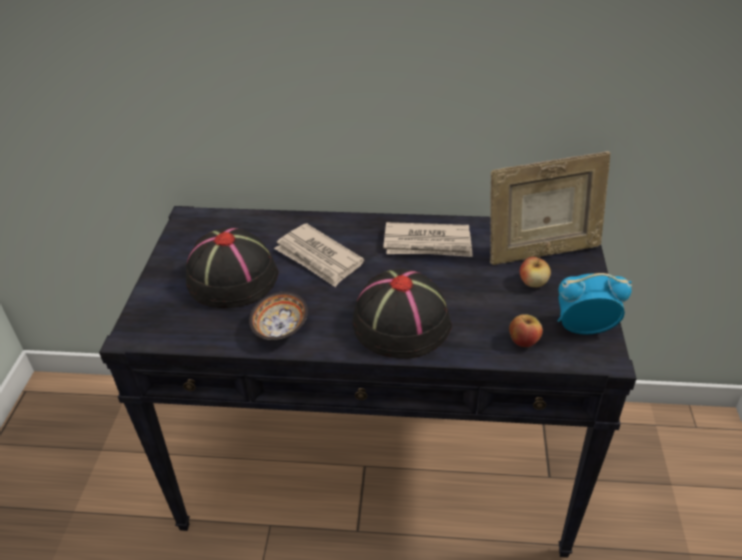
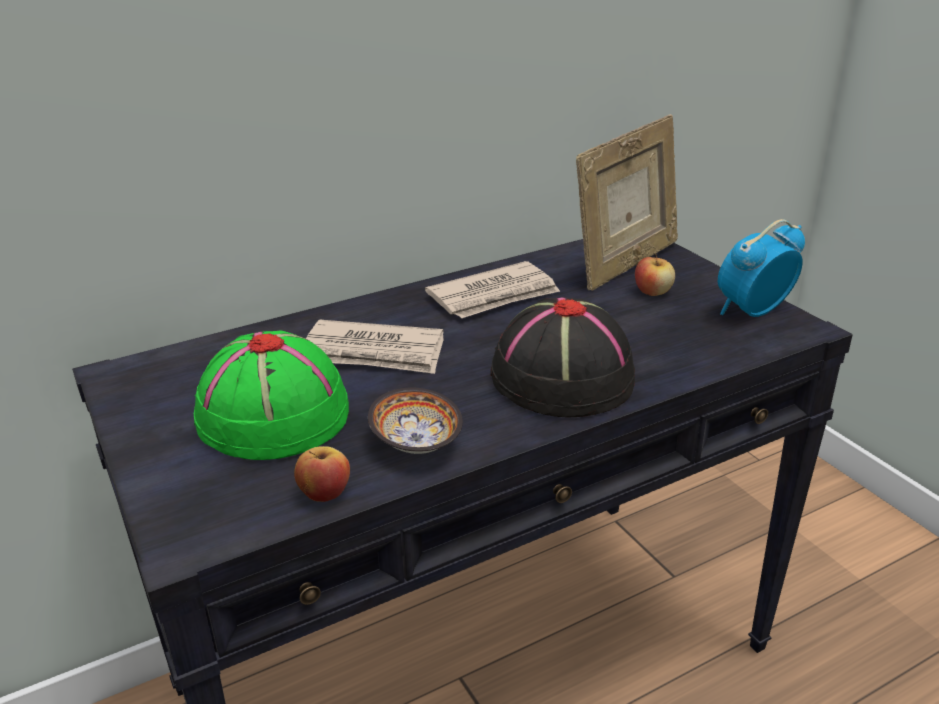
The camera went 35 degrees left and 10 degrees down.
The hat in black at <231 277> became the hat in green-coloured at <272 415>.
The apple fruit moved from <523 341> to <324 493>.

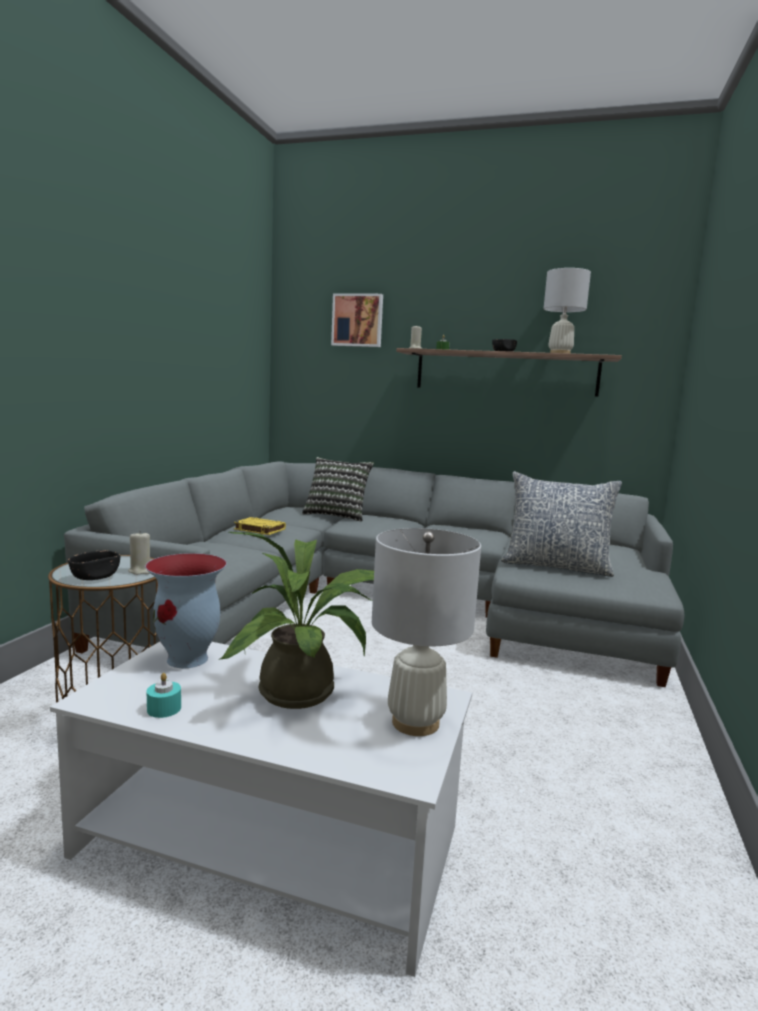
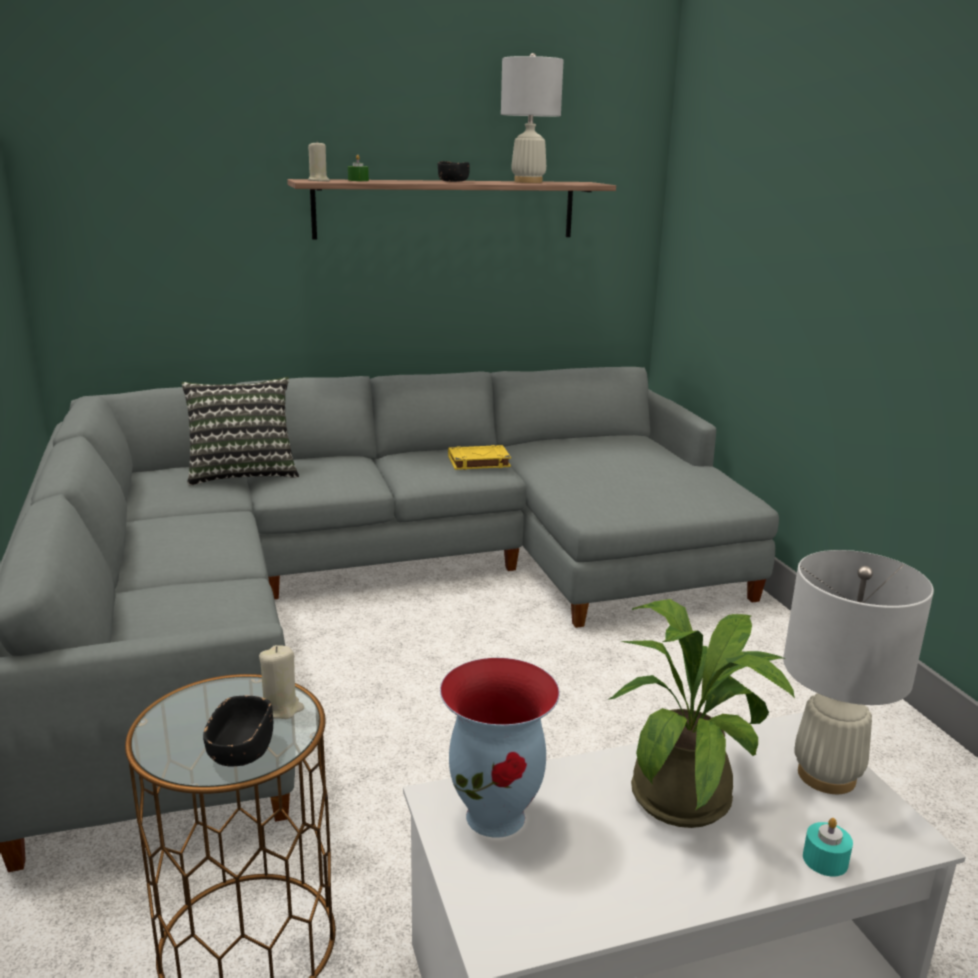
The camera went 35 degrees left and 10 degrees up.
The wall picture at <357 320> disappeared.
The cushion at <556 566> disappeared.
The bound book in yellow-coloured moved from <259 529> to <478 462>.
The wax light in turquoise-coloured moved from <164 708> to <825 860>.

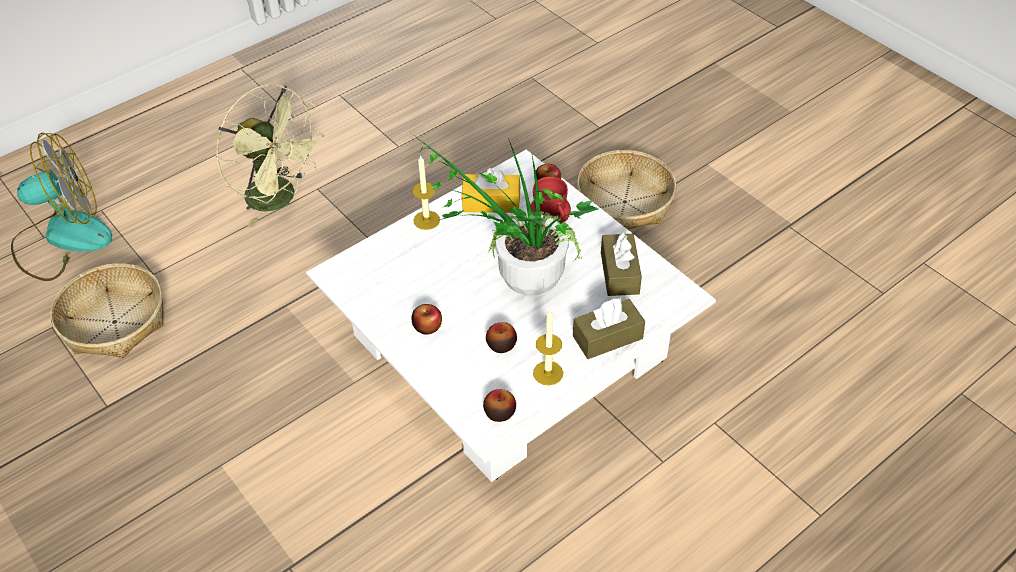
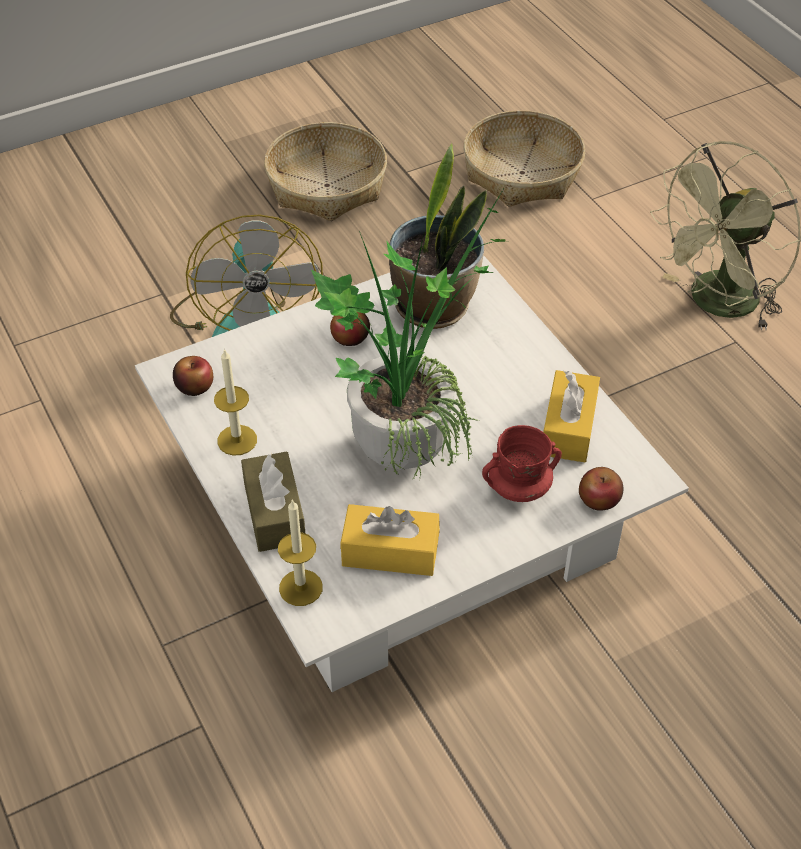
The camera went 100 degrees right and 0 degrees up.
The electric fan moved from <62 238> to <245 322>.
The basket moved from <624 202> to <326 185>.
The wax light moved from <426 220> to <300 587>.
The tissue box in brown at <619 273> became the tissue box in yellow-coloured at <390 552>.
The apple fruit at <501 345> disappeared.
The plant in a pot at <434 306> appeared.

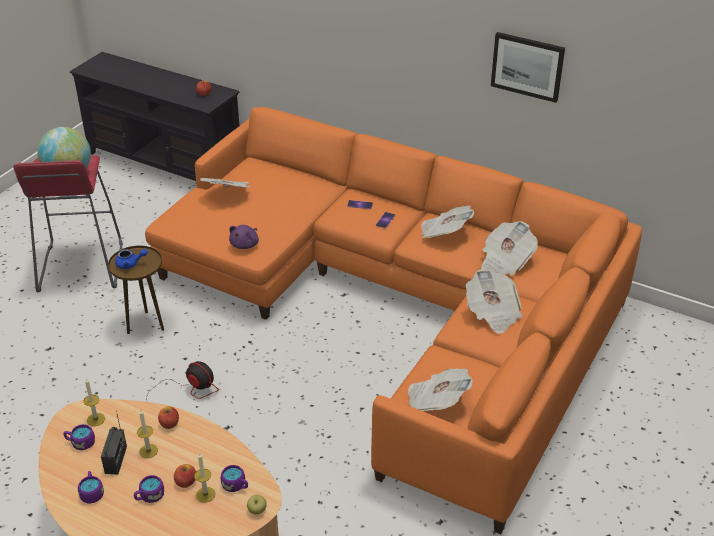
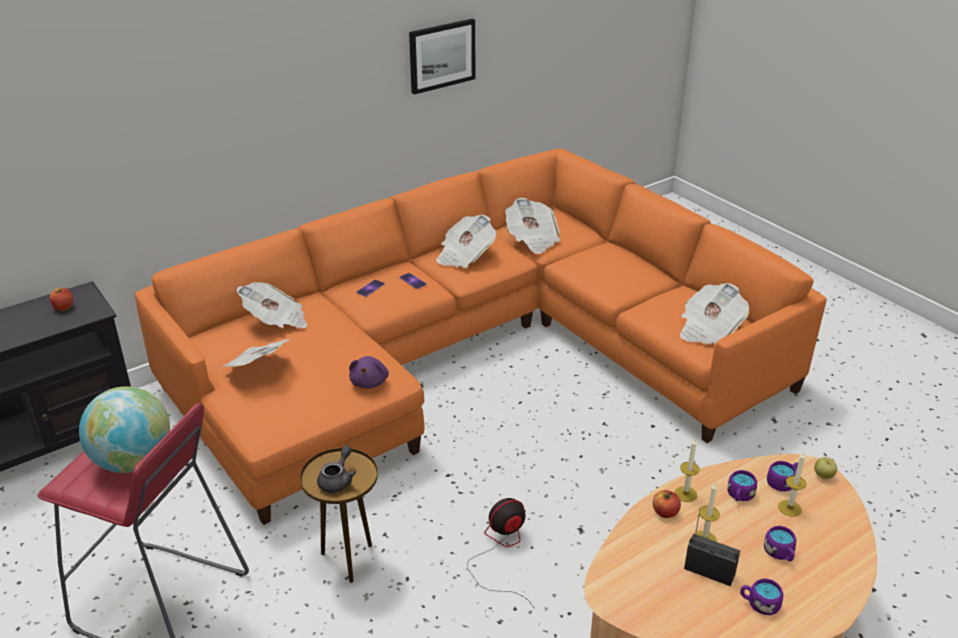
The camera went 65 degrees left and 5 degrees down.
The soft toy in purplish at <245 244> turned 45 degrees clockwise.
The tea pot in bluish at <130 264> became the tea pot in gray at <337 480>.
The newspaper moved from <492 313> to <276 321>.
The wax light moved from <96 419> to <685 494>.
The coffee mug in purplish moved from <80 443> to <739 496>.
The apple fruit at <186 482> disappeared.

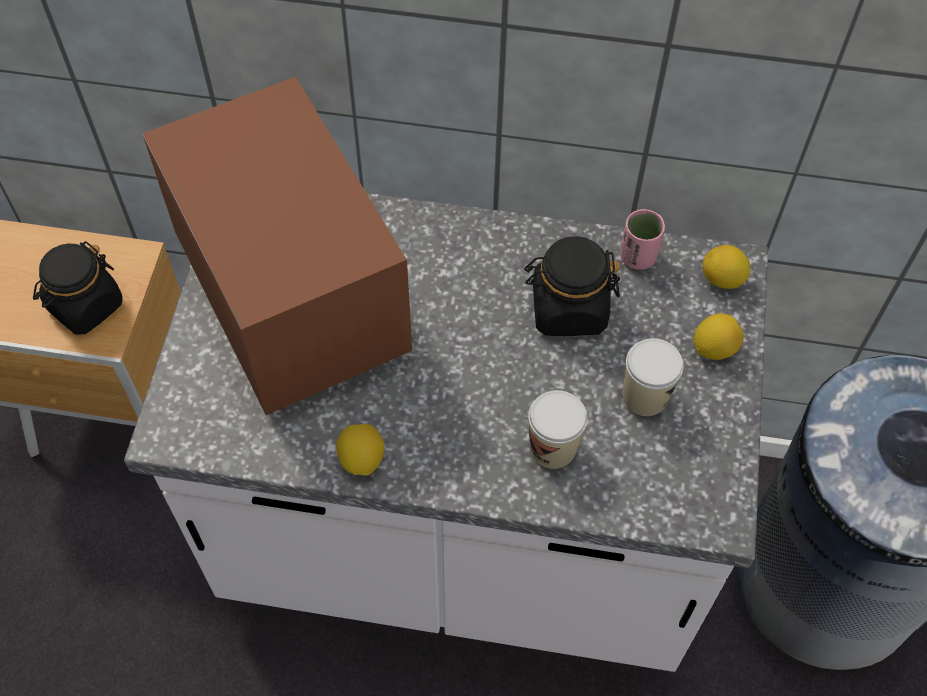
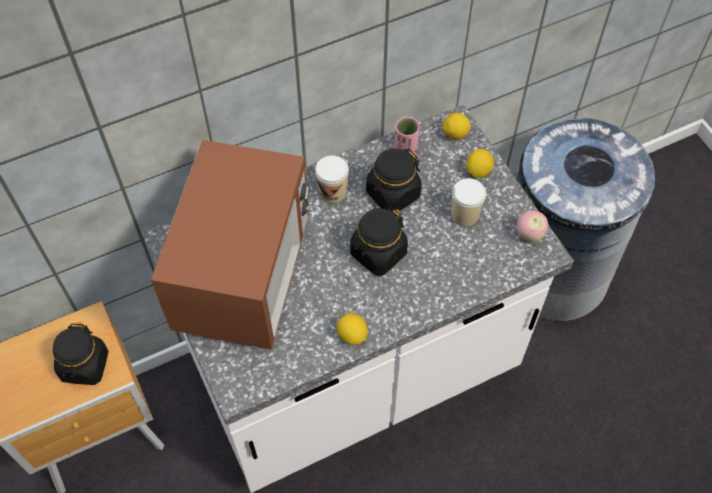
The camera went 35 degrees left and 0 degrees up.
The microwave at <294 298> turned 75 degrees clockwise.
The small cup moved from <553 448> to <332 192>.
The preserve jar in black at <378 253> appeared.
The apple fruit at <529 235> appeared.

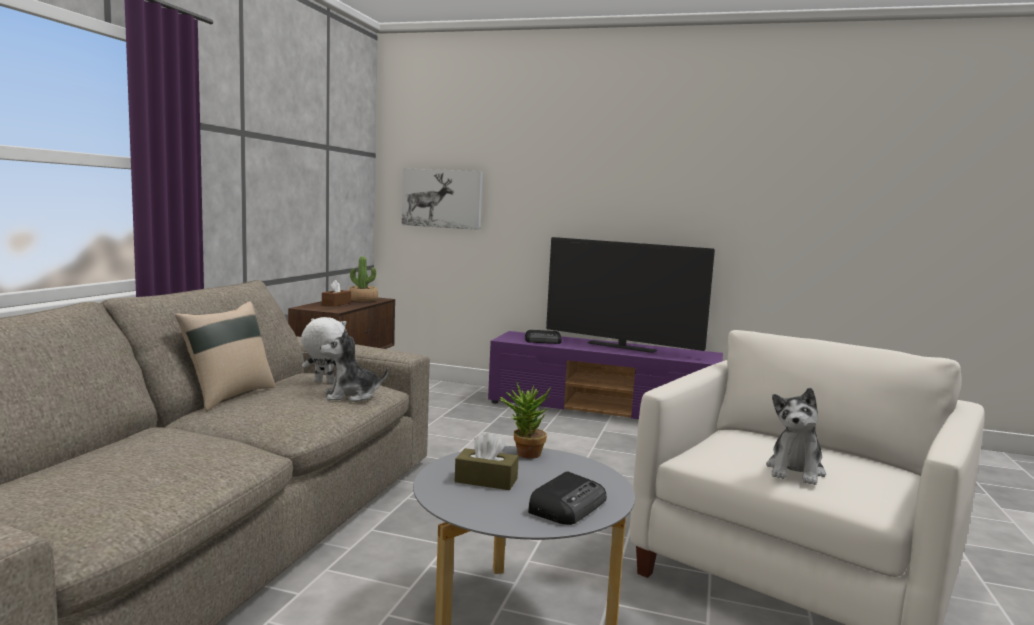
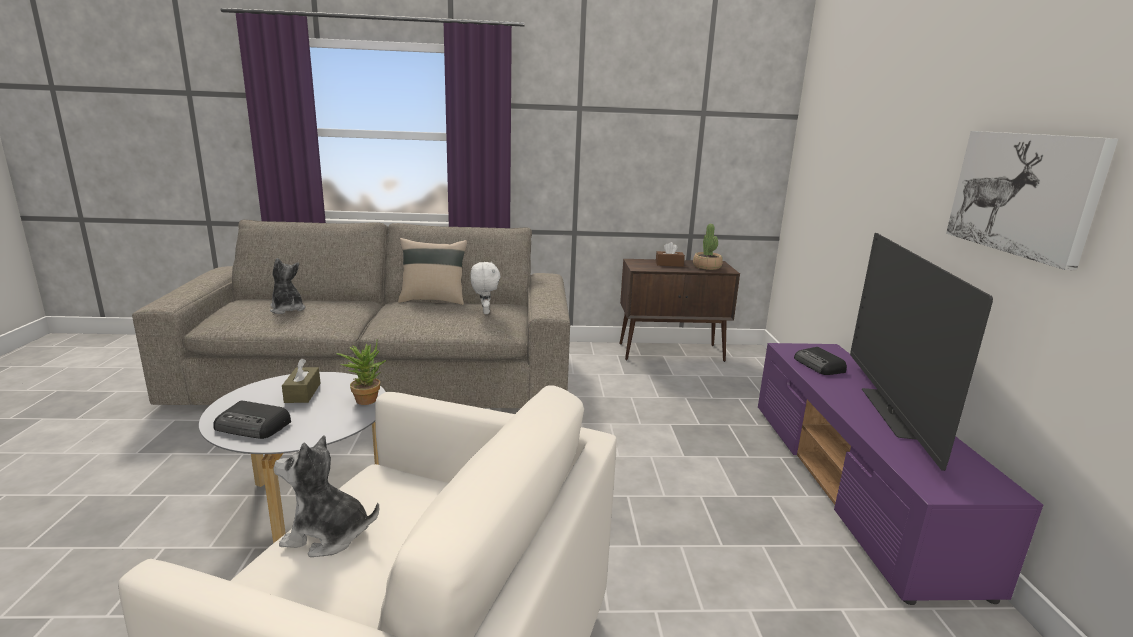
The camera went 70 degrees right and 10 degrees up.
The wall picture moved from <442 198> to <1024 193>.
The soft toy moved from <351 396> to <287 309>.

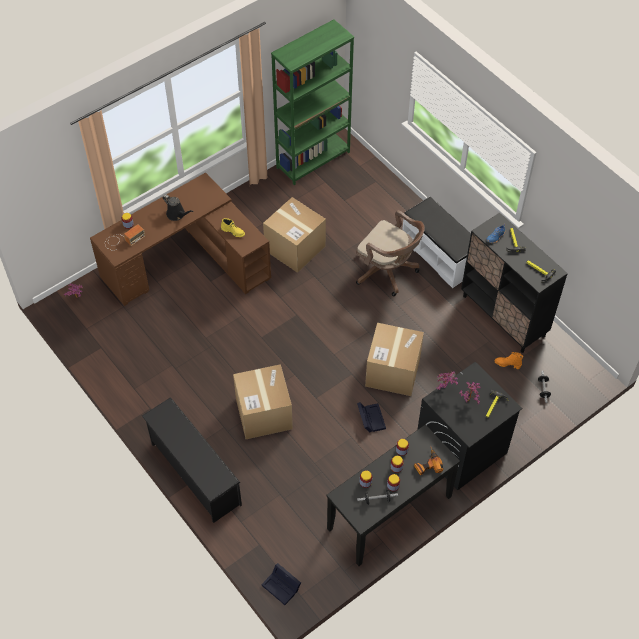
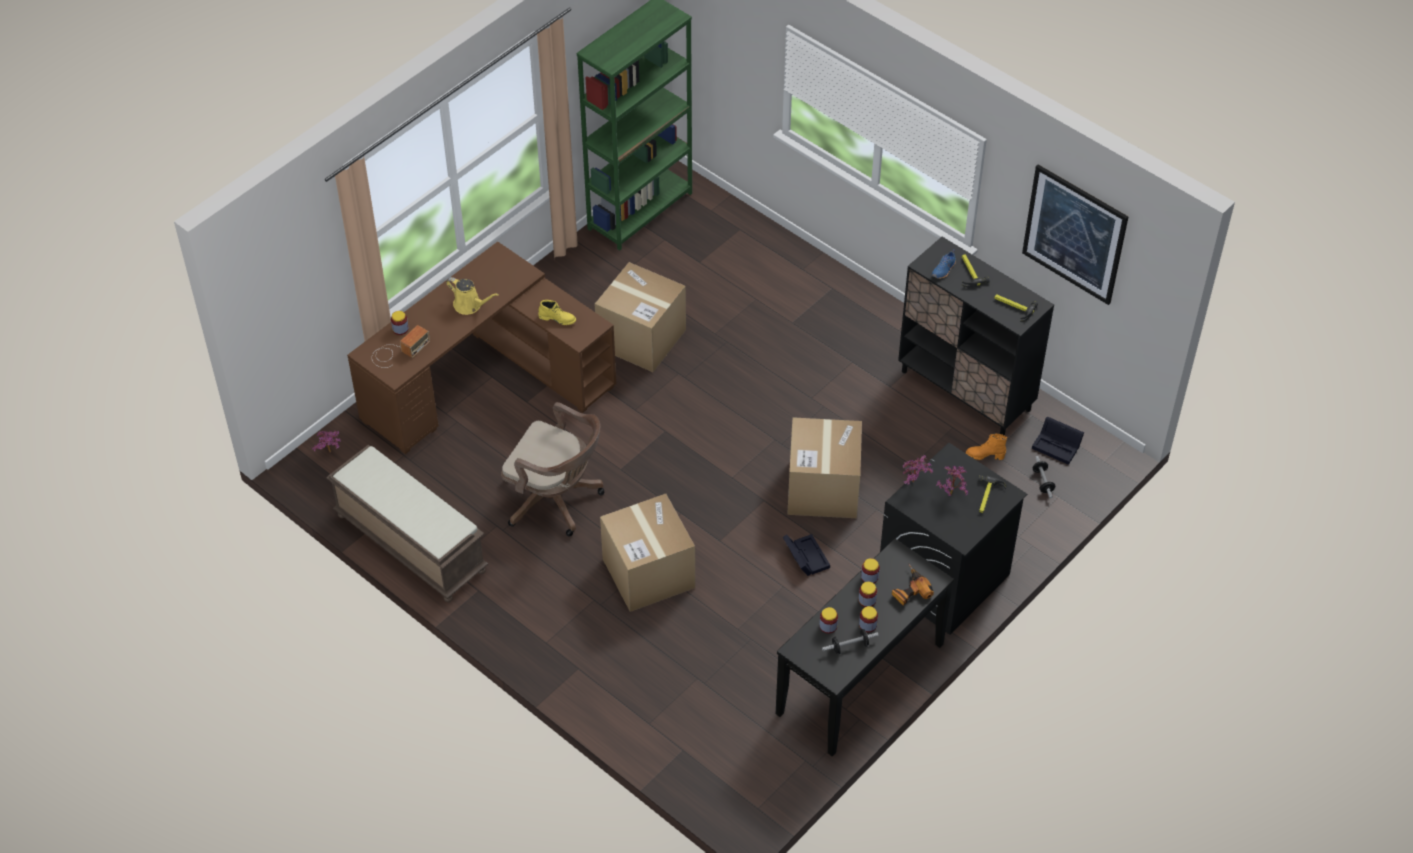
The camera went 10 degrees left and 5 degrees down.
The watering pot in black at <177 214> became the watering pot in yellow-coloured at <470 305>.
The bench in white-coloured at <439 254> disappeared.
The computer chair in brown moved from <388 272> to <556 500>.
The shoe rack in black at <194 474> disappeared.
The storage bin in black moved from <282 587> to <1058 446>.
The wall picture at <1074 234> appeared.
The bench in brown at <409 543> appeared.

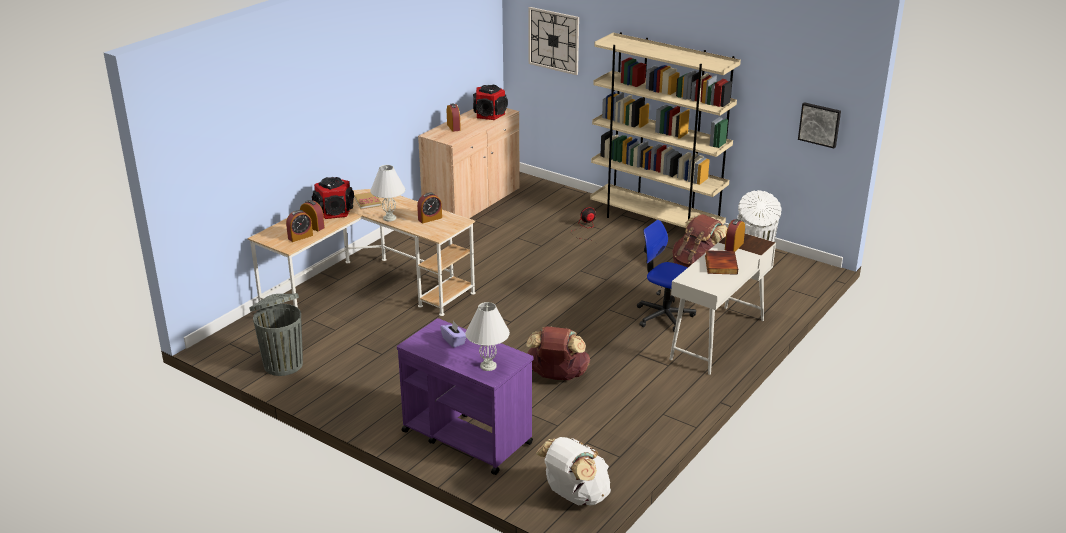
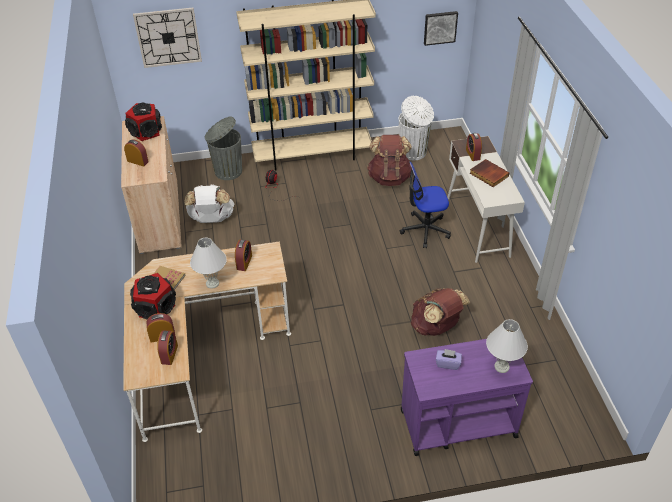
The camera went 45 degrees left and 15 degrees up.
The rubbish bin in gray moved from <283 364> to <227 171>.
The rucksack in white-coloured moved from <575 496> to <211 219>.

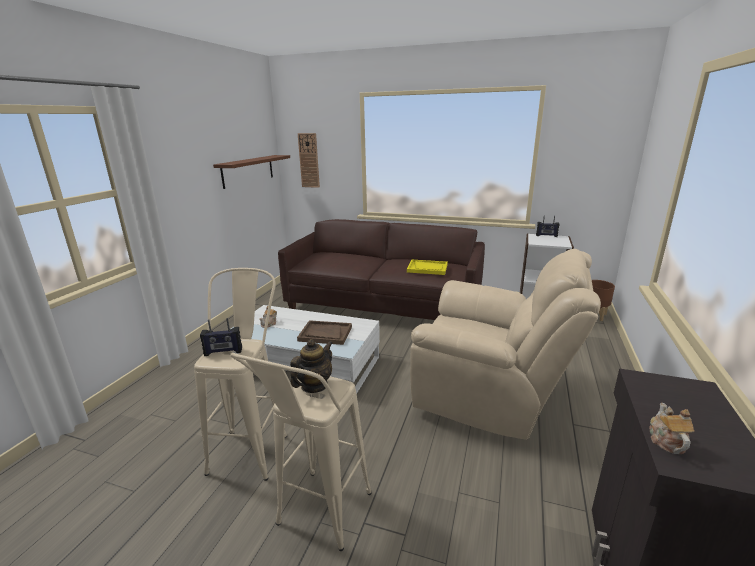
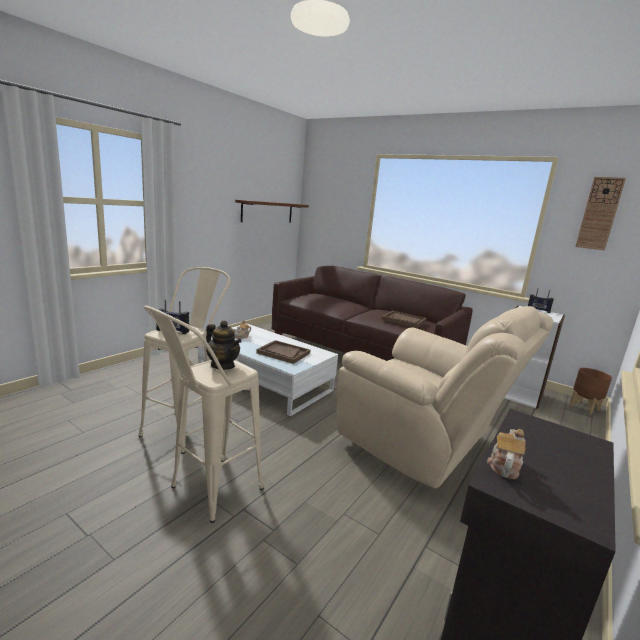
The camera went 15 degrees right and 5 degrees down.
The wall clock moved from <309 160> to <599 213>.
The tray in yellow-coloured at <427 268> became the tray in brown at <404 320>.
The tea pot at <314 386> turned 75 degrees clockwise.

